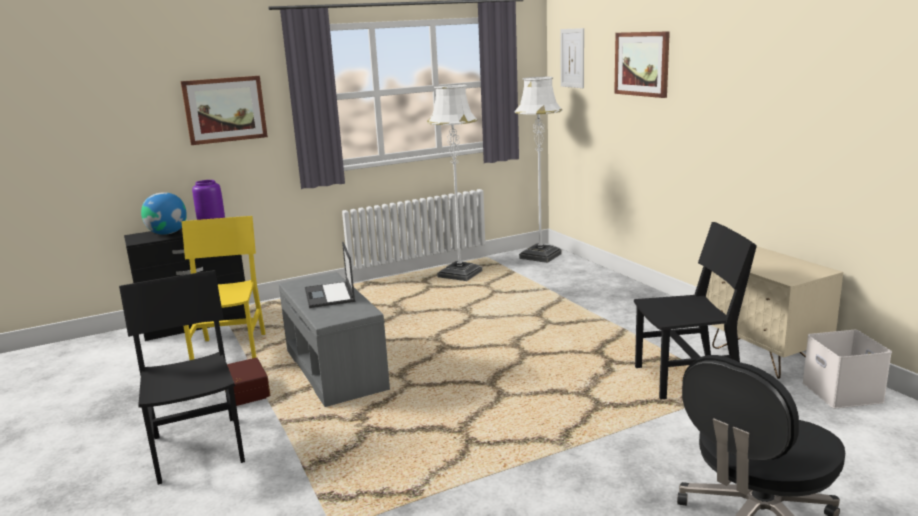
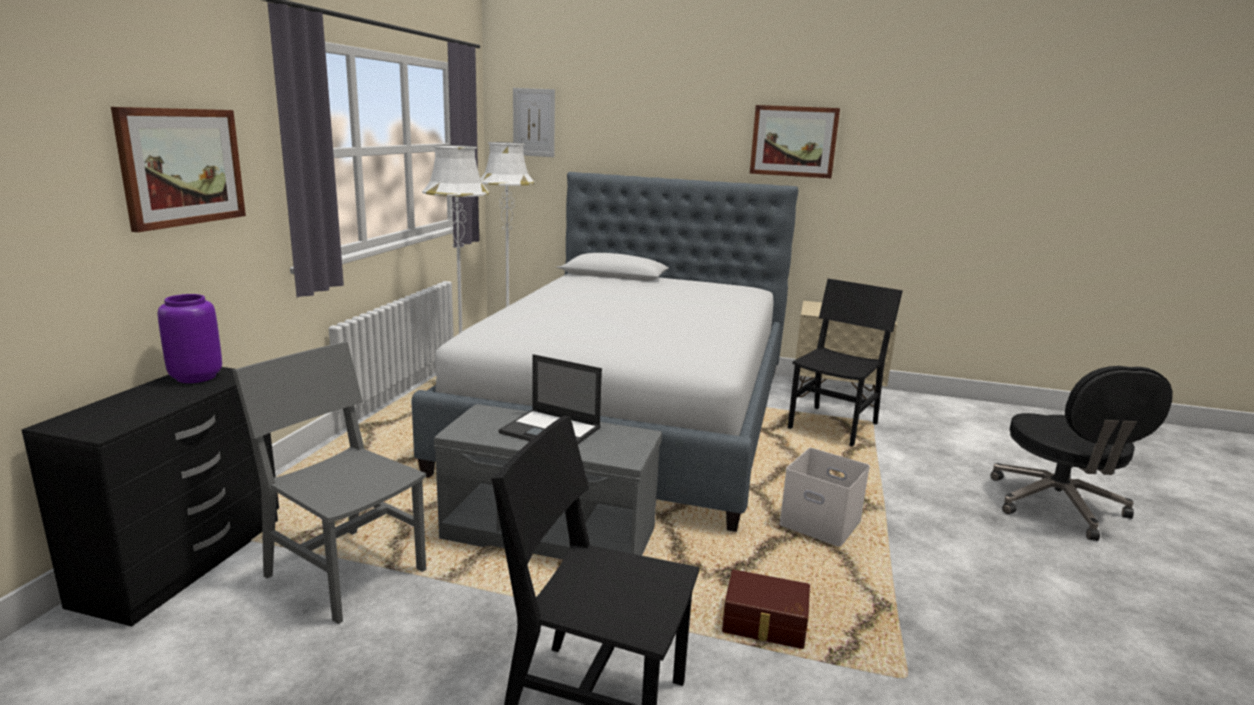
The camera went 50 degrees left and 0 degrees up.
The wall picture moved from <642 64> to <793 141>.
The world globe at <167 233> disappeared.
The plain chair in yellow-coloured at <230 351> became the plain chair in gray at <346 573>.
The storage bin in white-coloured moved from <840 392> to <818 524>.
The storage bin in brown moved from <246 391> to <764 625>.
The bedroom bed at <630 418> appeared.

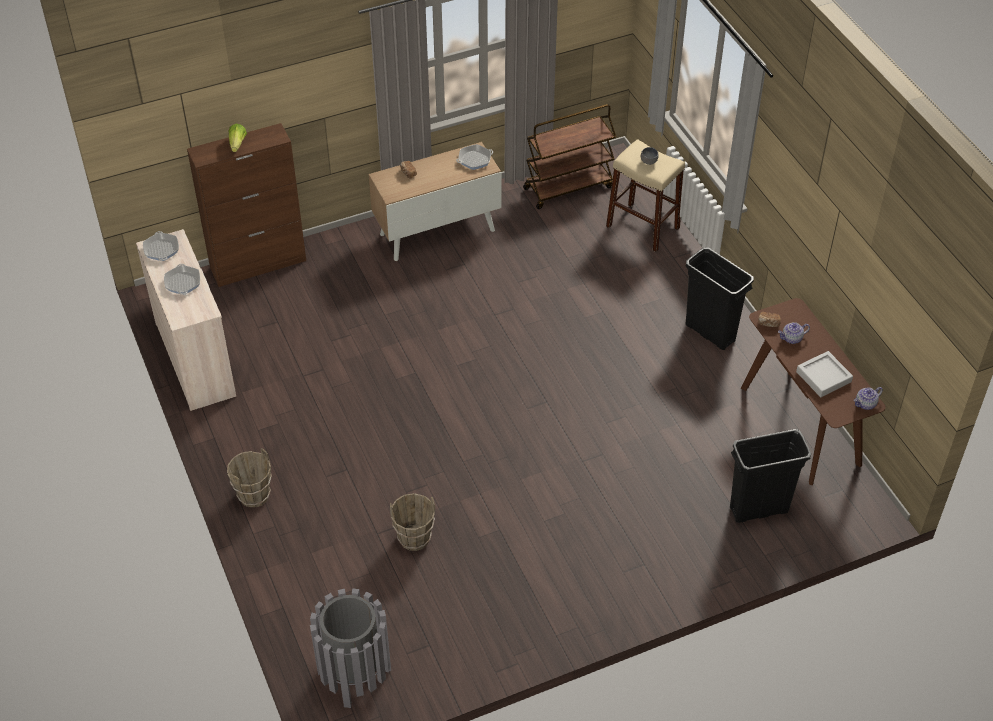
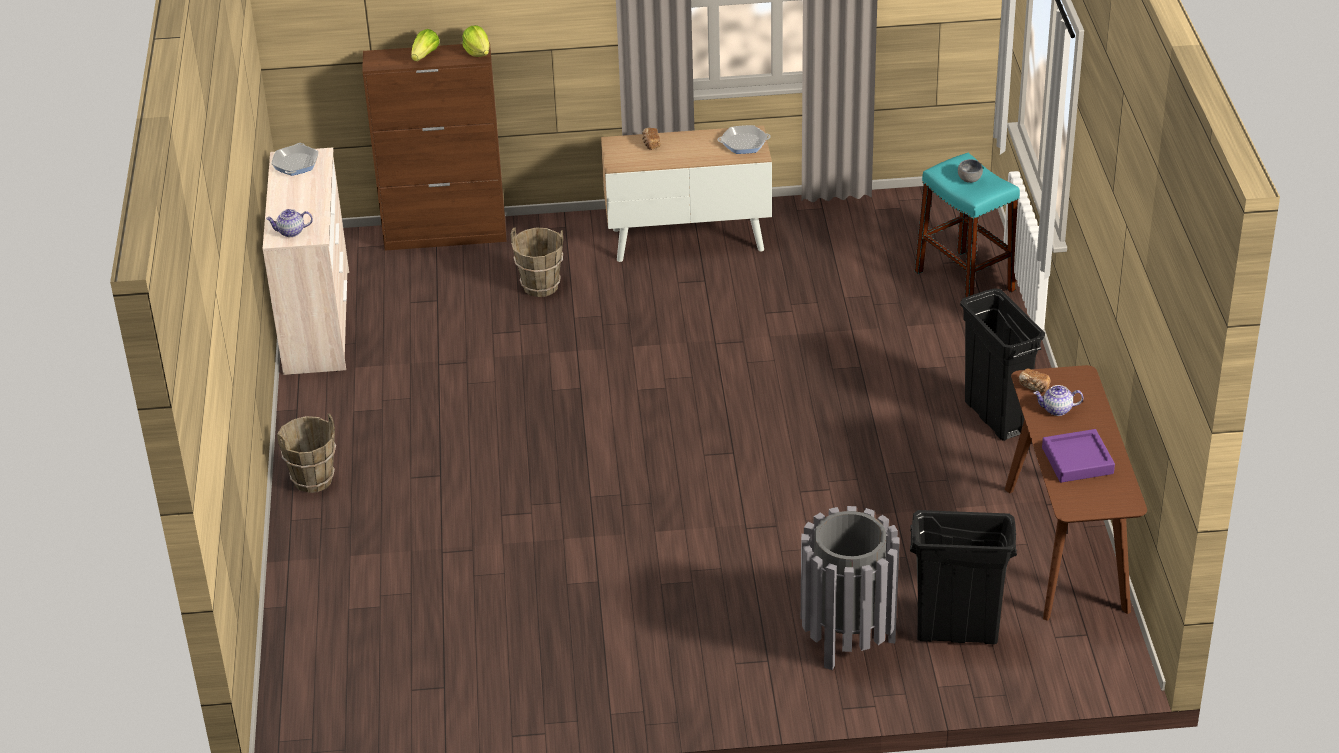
The camera went 20 degrees right and 10 degrees down.
The trolley in brown at <568 187> disappeared.
The sitting stool in sand-coloured at <642 227> became the sitting stool in turquoise-coloured at <964 281>.
The pan at <183 283> disappeared.
The tray in gray at <823 377> became the tray in purplish at <1077 460>.
The tea pot moved from <865 404> to <291 232>.
The water bucket in brown moved from <414 539> to <540 287>.
The rubbish bin in gray moved from <354 675> to <847 638>.
The lettuce at <477 52> appeared.

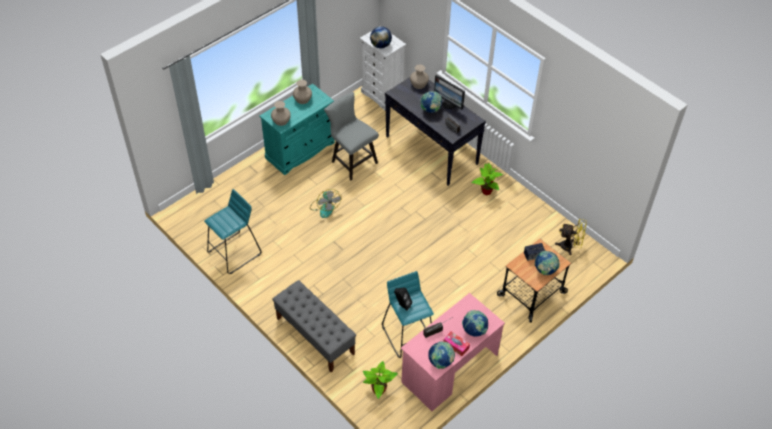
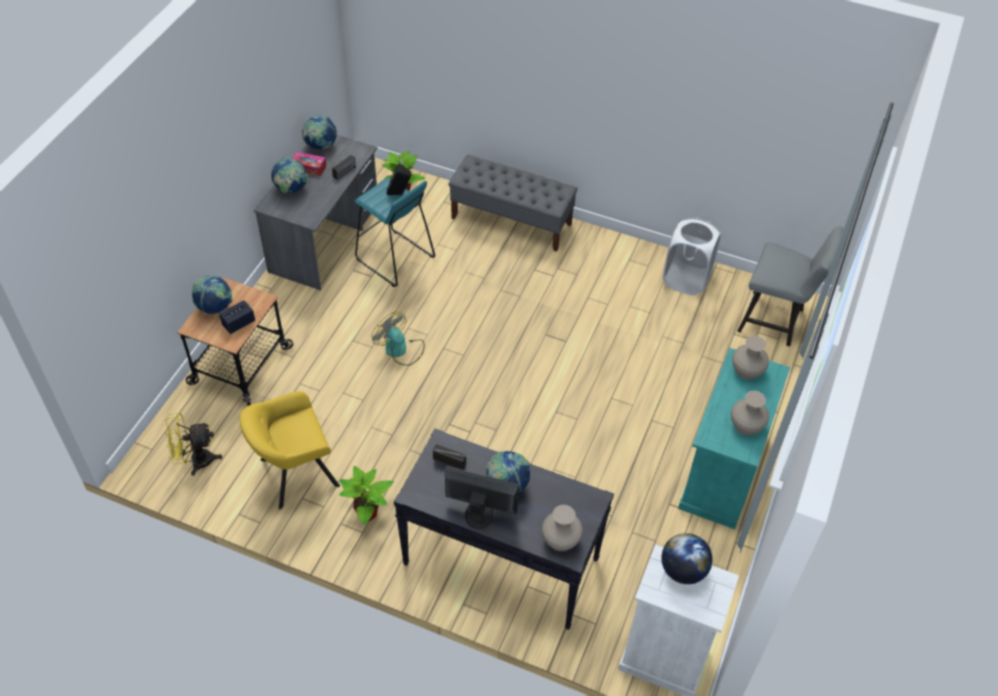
The camera went 155 degrees right and 0 degrees up.
The plain chair in gray moved from <351 161> to <776 321>.
The sitting stool in turquoise-coloured at <235 253> was replaced by the laundry basket in white-coloured at <686 279>.
The electric fan moved from <325 207> to <400 350>.
The desk in pink-coloured at <449 368> became the desk in gray at <325 239>.
The lounge chair in yellow-coloured at <295 474> appeared.

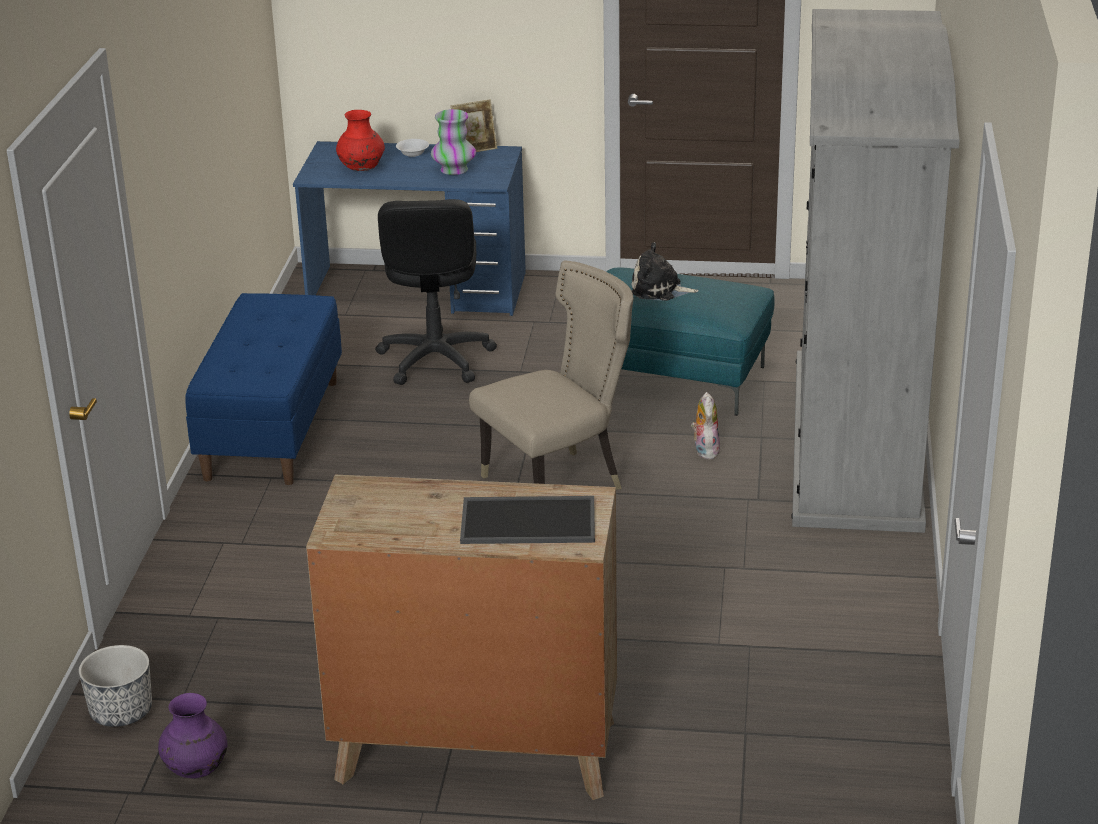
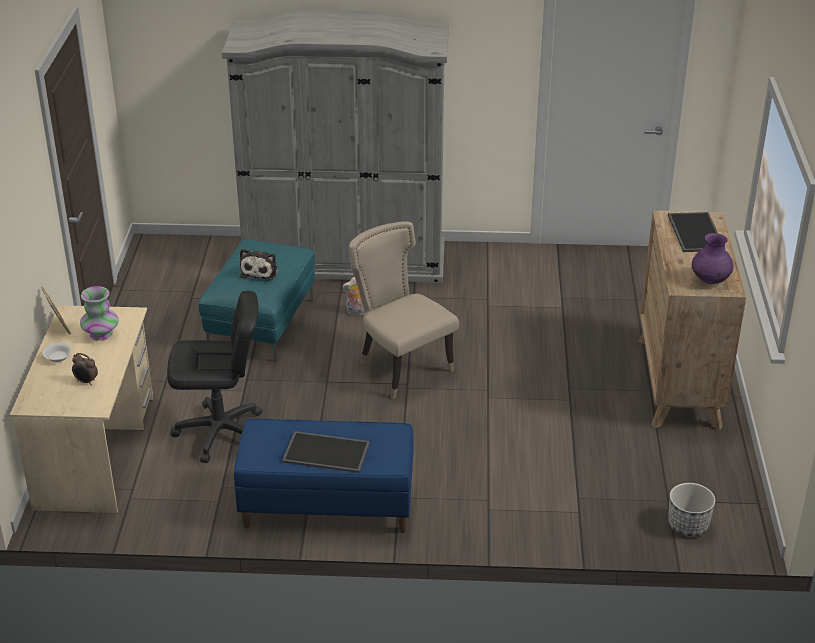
The camera went 95 degrees left and 5 degrees up.
The decorative vase in red-coloured at <362 169> was replaced by the bedside clock at <86 382>.
The desk in bluish at <417 291> became the desk in sand-coloured at <96 452>.
The decorative vase in purplish moved from <196 769> to <710 281>.
The tray at <327 452> appeared.

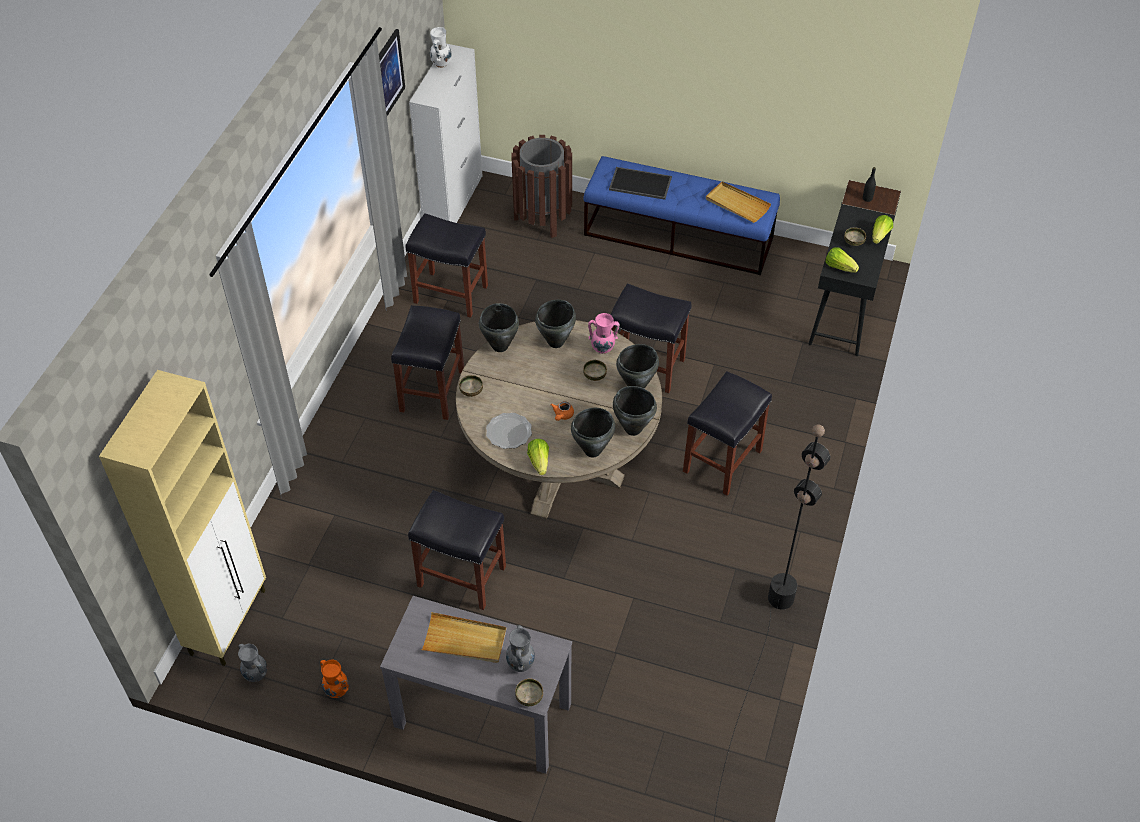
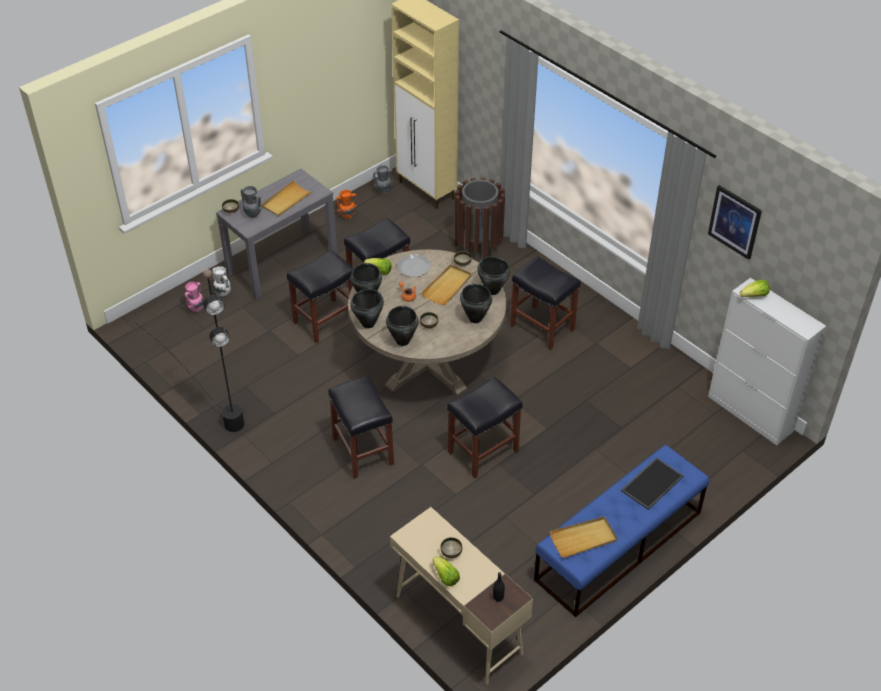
The camera went 120 degrees right and 5 degrees down.
The decorative vase in white-coloured moved from <441 64> to <223 293>.
The rubbish bin in brown moved from <543 218> to <478 246>.
The desk in black at <845 304> became the desk in sand-coloured at <458 624>.
The sitting stool in black moved from <449 294> to <325 320>.
The lettuce moved from <839 267> to <754 296>.
The decorative vase in pink-coloured moved from <603 349> to <196 309>.
The tray in sand-coloured at <447 286> appeared.

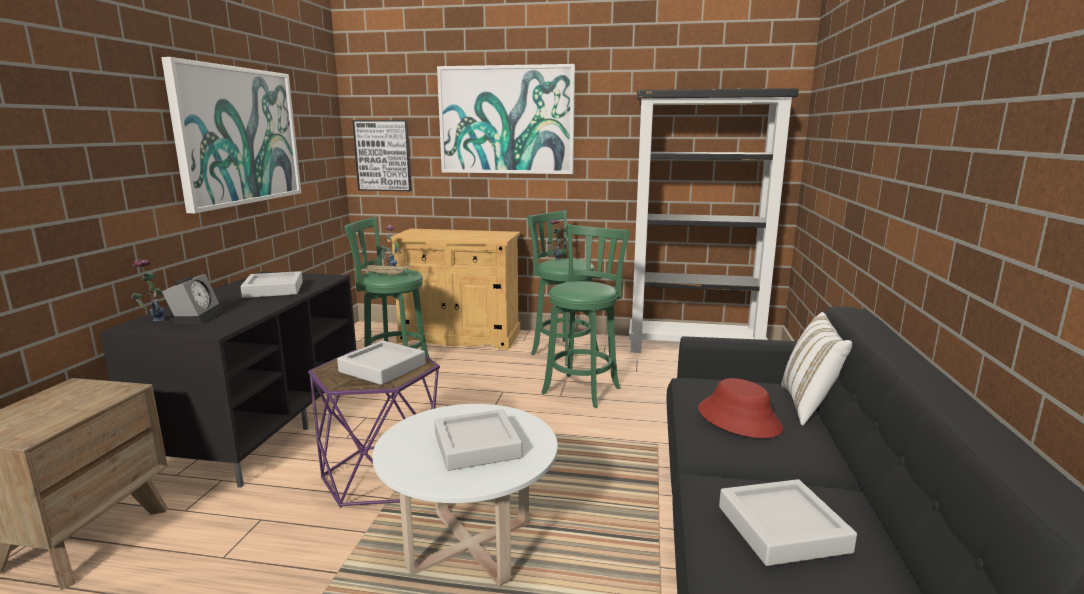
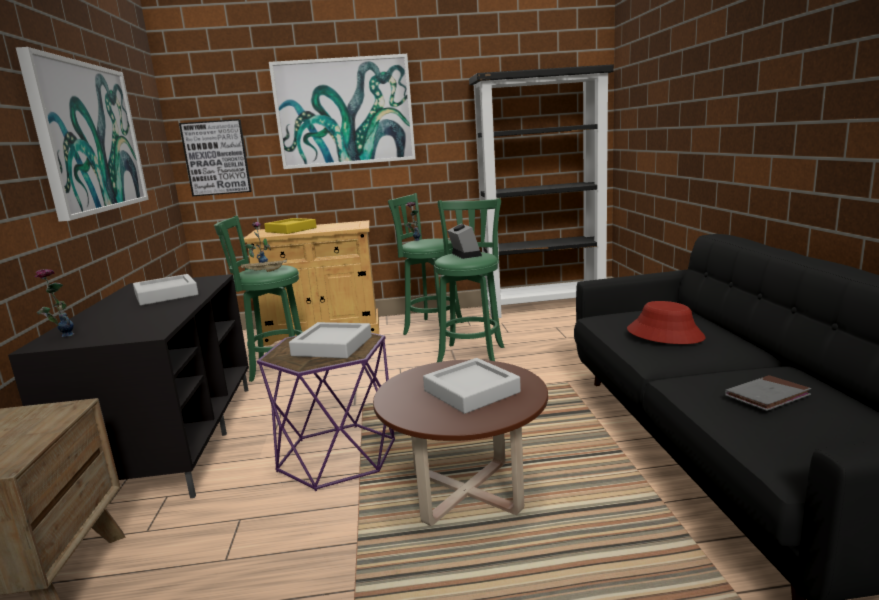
The camera went 15 degrees left and 0 degrees up.
The bedside clock moved from <196 316> to <464 254>.
The cushion in white-coloured at <809 406> disappeared.
The coffee table in white-coloured at <470 546> became the coffee table in brown at <466 492>.
The tray in gray at <782 529> was replaced by the bound book in gray at <767 396>.
The tray in yellow-coloured at <291 230> appeared.

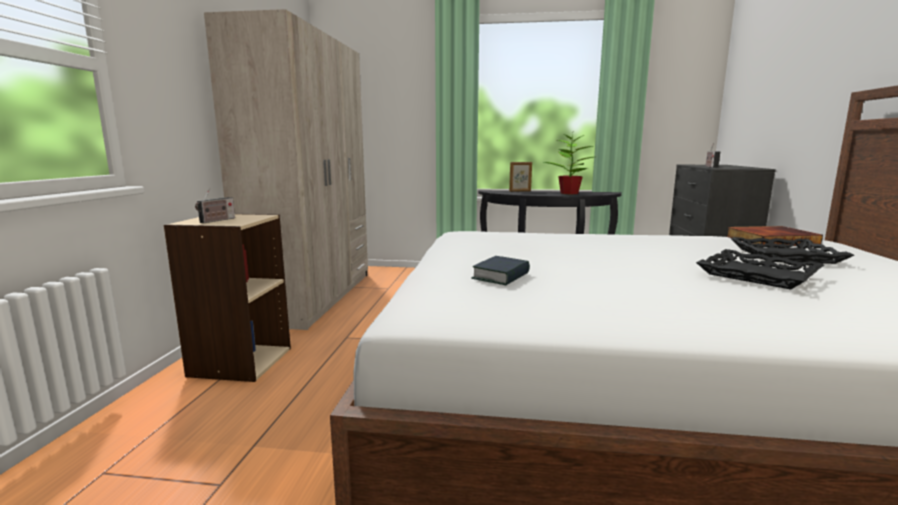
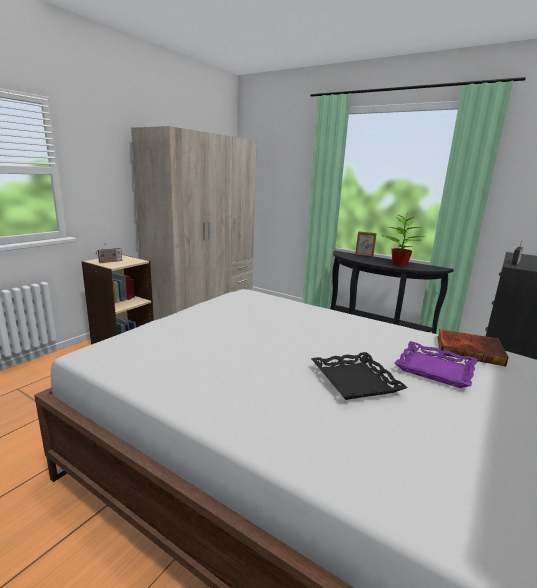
The camera went 25 degrees right and 5 degrees up.
The tray in black at <785 256> became the tray in purplish at <435 369>.
The bound book at <501 276> disappeared.

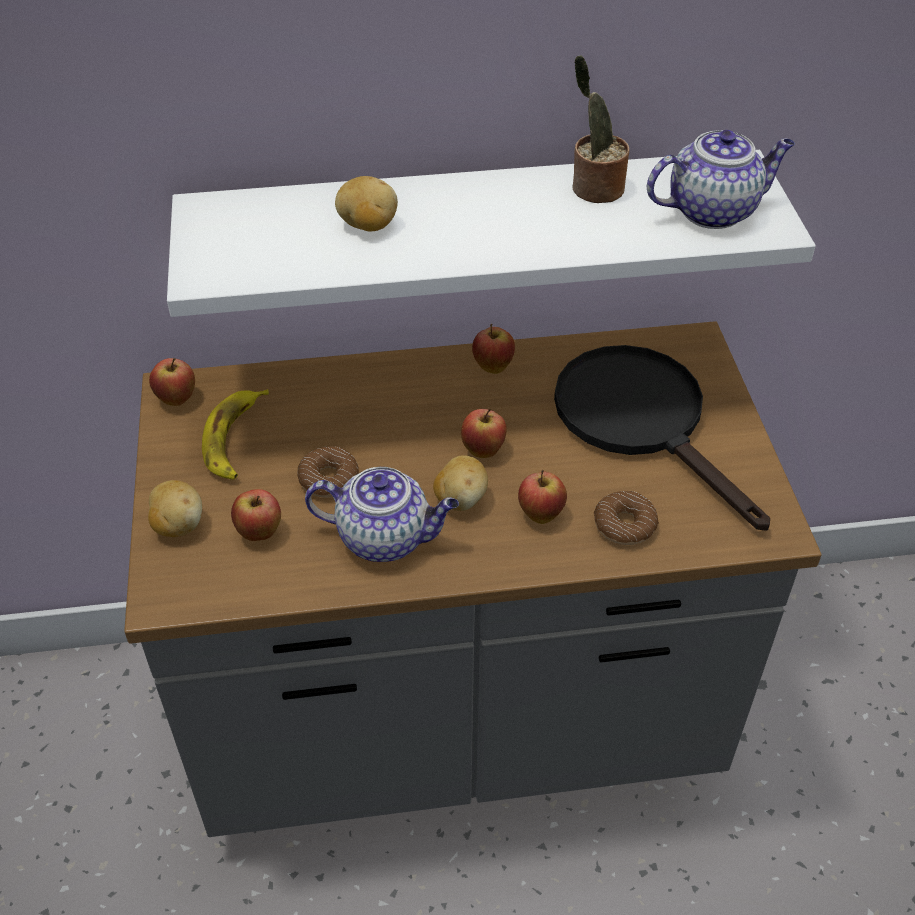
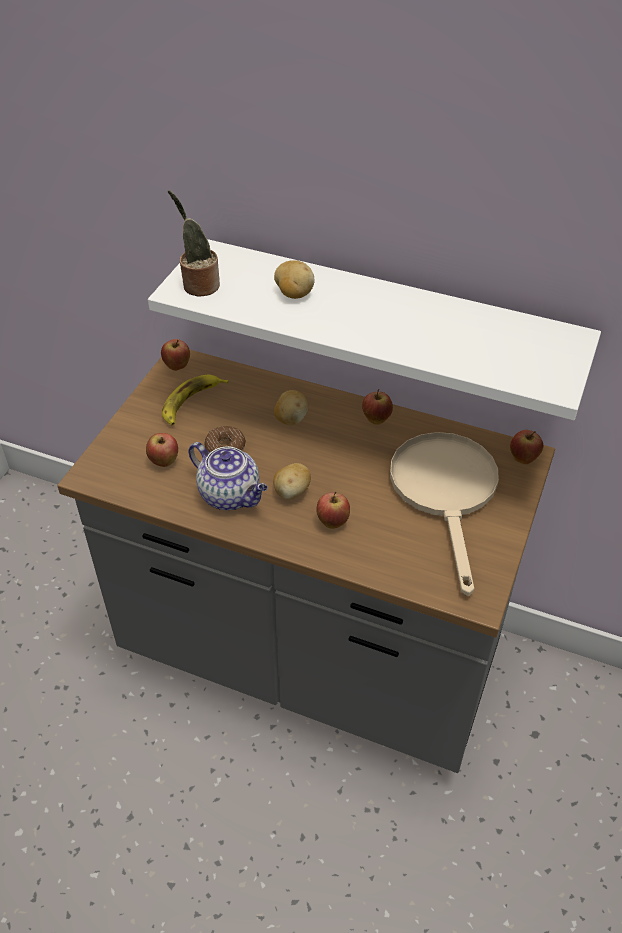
The camera went 30 degrees right and 0 degrees up.
The plant in a pot moved from <594 188> to <198 285>.
The tea pot at <713 210> disappeared.
The pan in black at <642 422> became the pan in sand-coloured at <446 493>.
The apple fruit moved from <483 451> to <523 459>.
The potato moved from <177 525> to <291 419>.
The ring doughnut at <624 525> disappeared.

